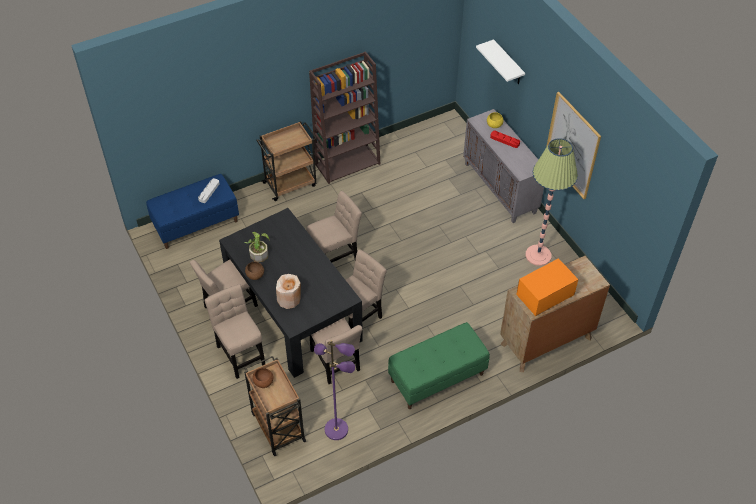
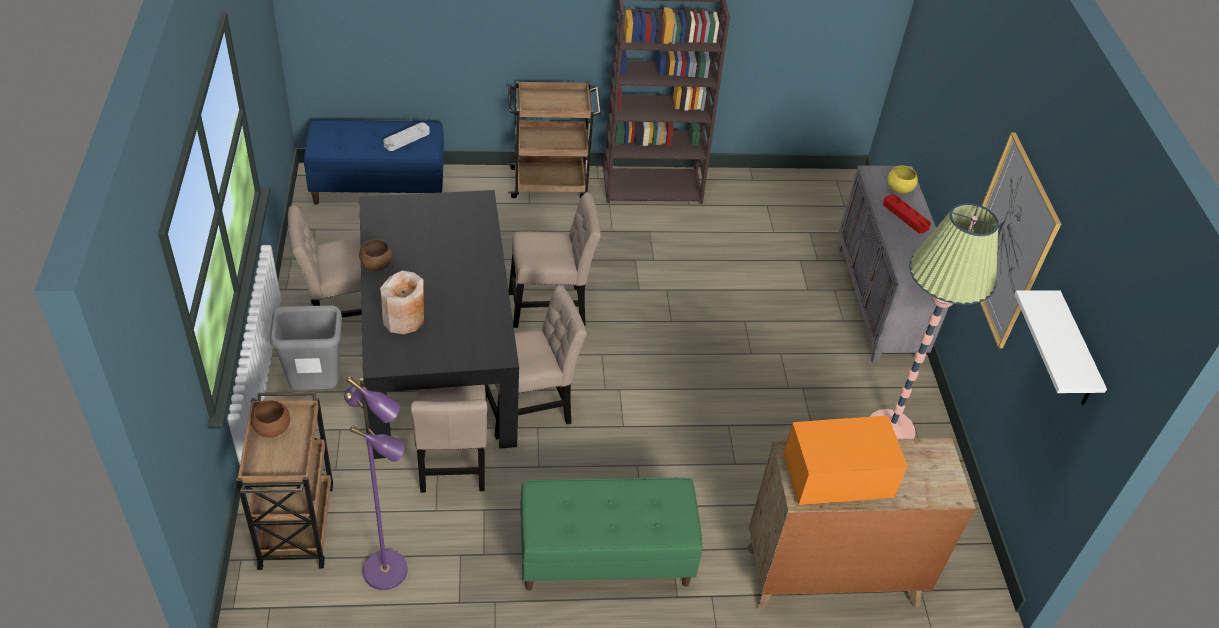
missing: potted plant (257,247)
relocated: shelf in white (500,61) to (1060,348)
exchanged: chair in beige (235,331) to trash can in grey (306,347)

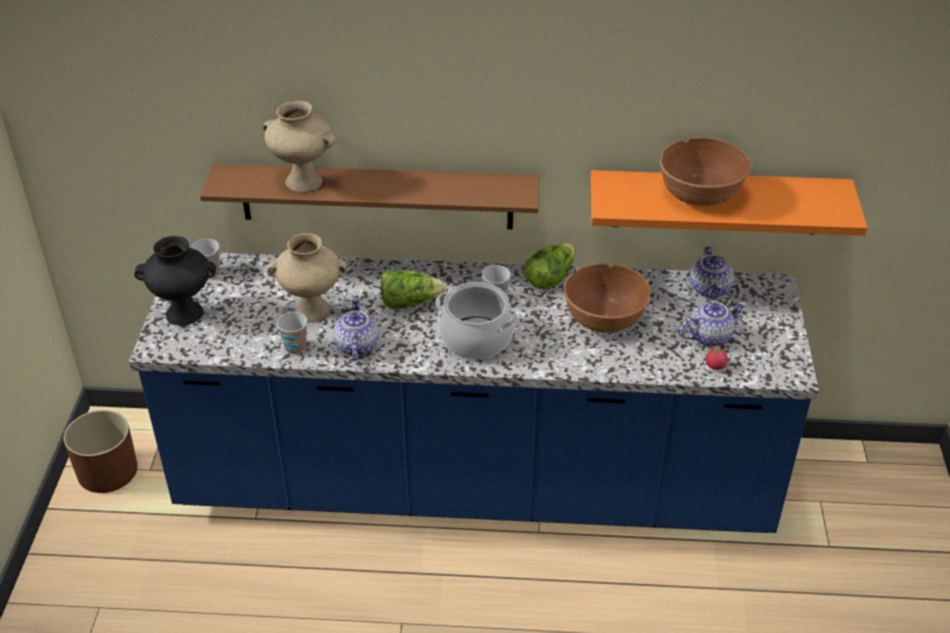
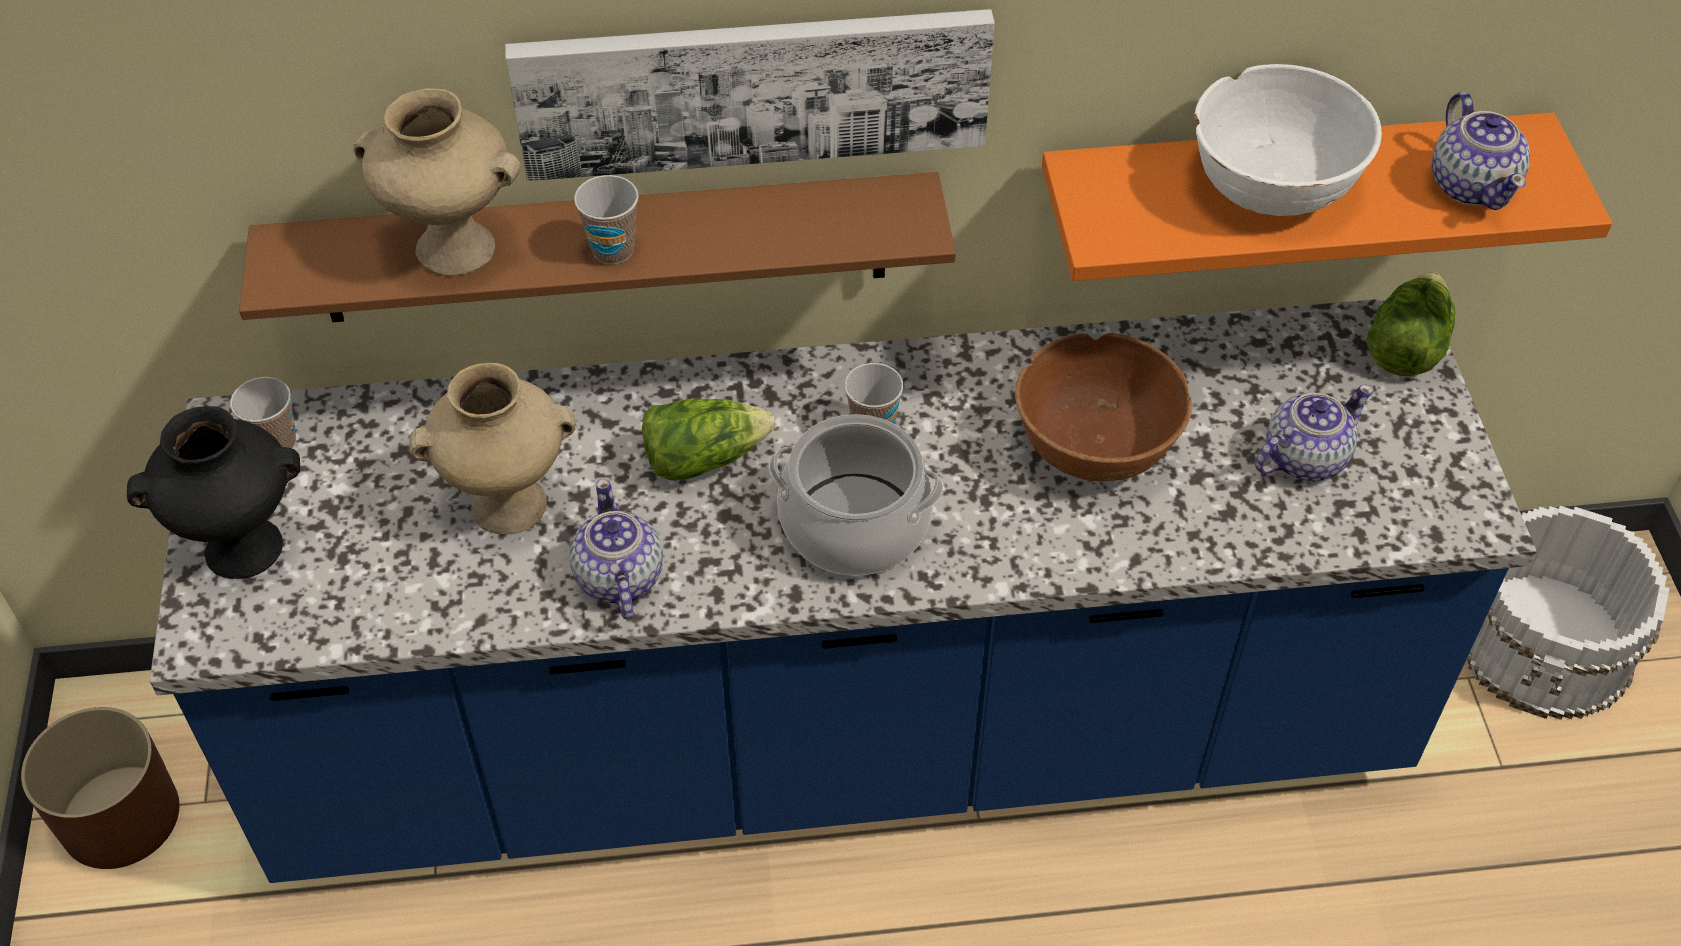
missing: tomato (716,358)
appeared: picture (750,95); bucket in white (1567,613)
relocated: cup (292,333) to (606,219); lettuce (549,266) to (1410,324); teapot (712,273) to (1481,151)
colour: bowl in brown (705,171) to bowl in white (1288,140)

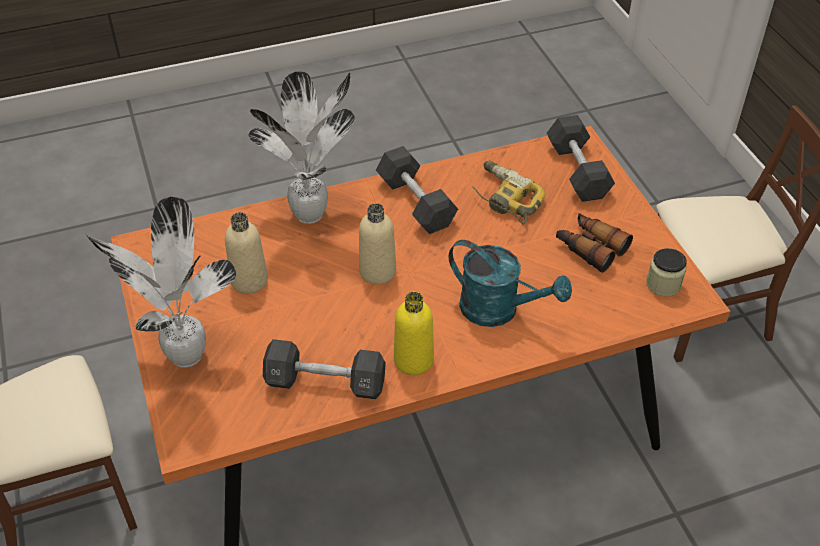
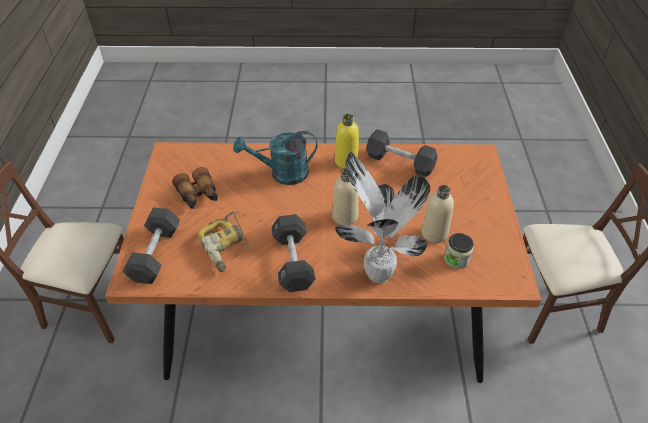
missing: potted plant (160,282)
relocated: jar (666,272) to (459,251)
spun: watering can in turquoise (510,283) = (275,158) 60 degrees counterclockwise

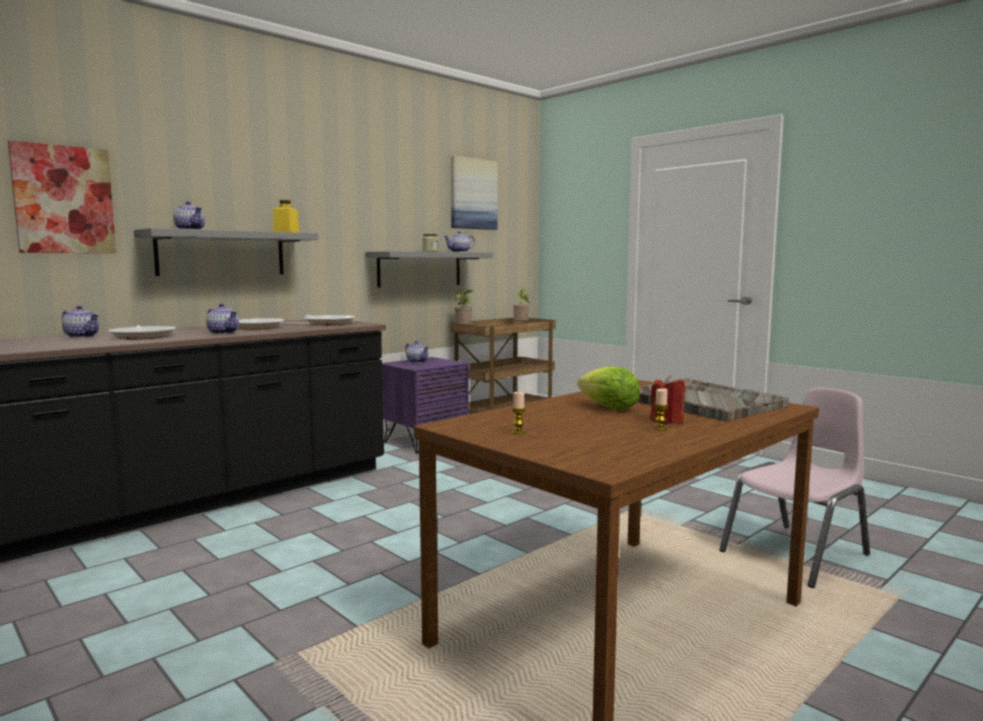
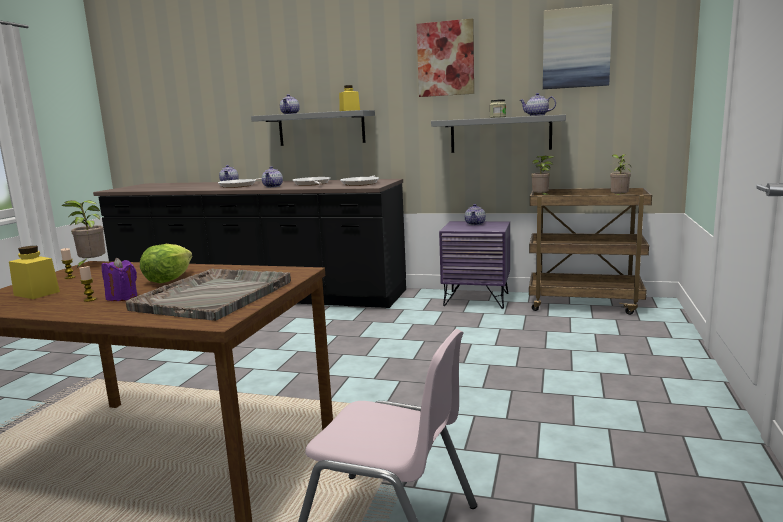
appeared: jar in yellow (34,272); potted plant (84,234)
relocated: picture (62,196) to (445,57)
colour: candle in red (668,399) to candle in purple (119,279)

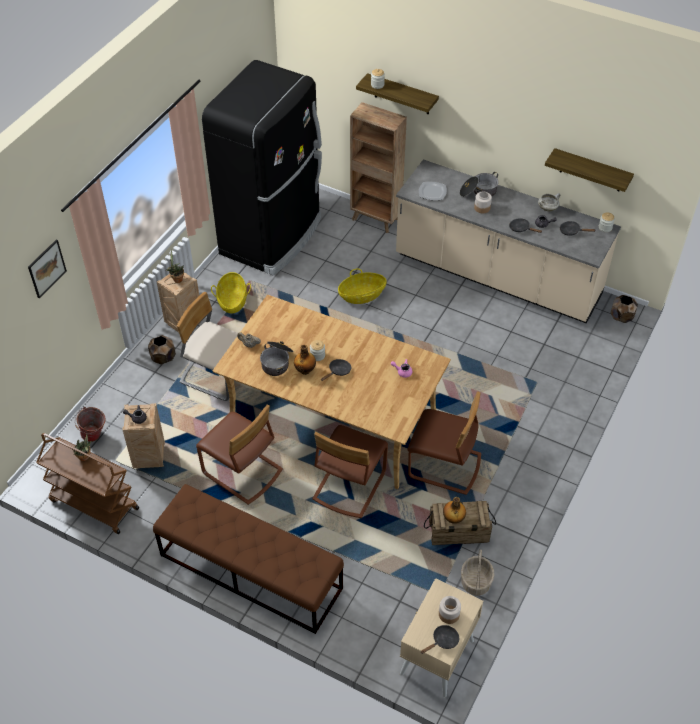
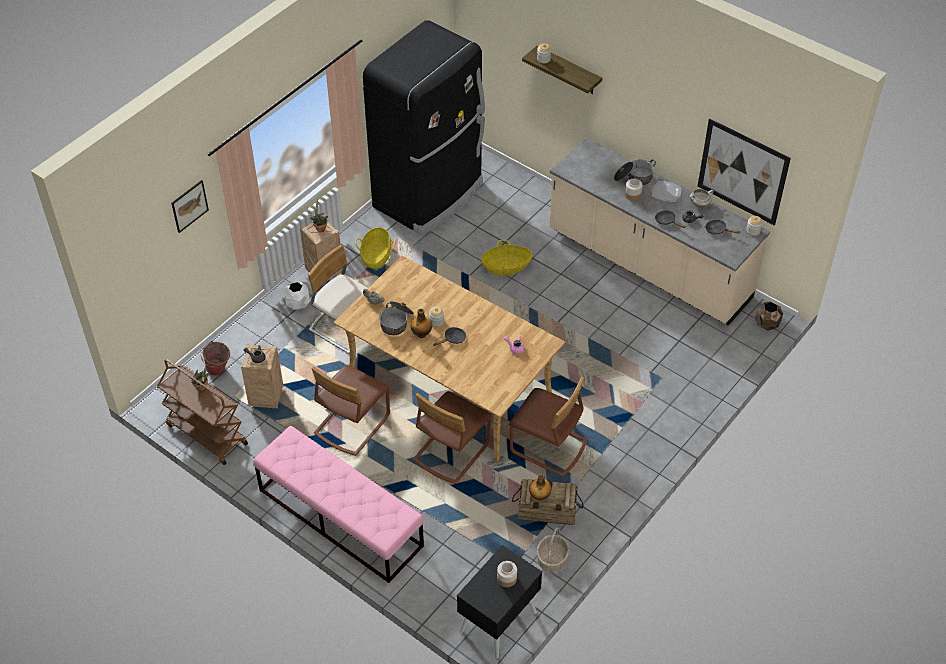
missing: bookcase in brown (378,167); frying pan in black (440,639)
relocated: plate (433,191) to (666,191)
exchanged: shelf (589,170) to picture (744,172)
colour: planter in brown (162,349) to planter in white (297,295); bench in brown (248,559) to bench in pink (338,504); nightstand in beige (441,637) to nightstand in black (499,602)
spun: chair in brown (239,454) = (350,410) 75 degrees clockwise

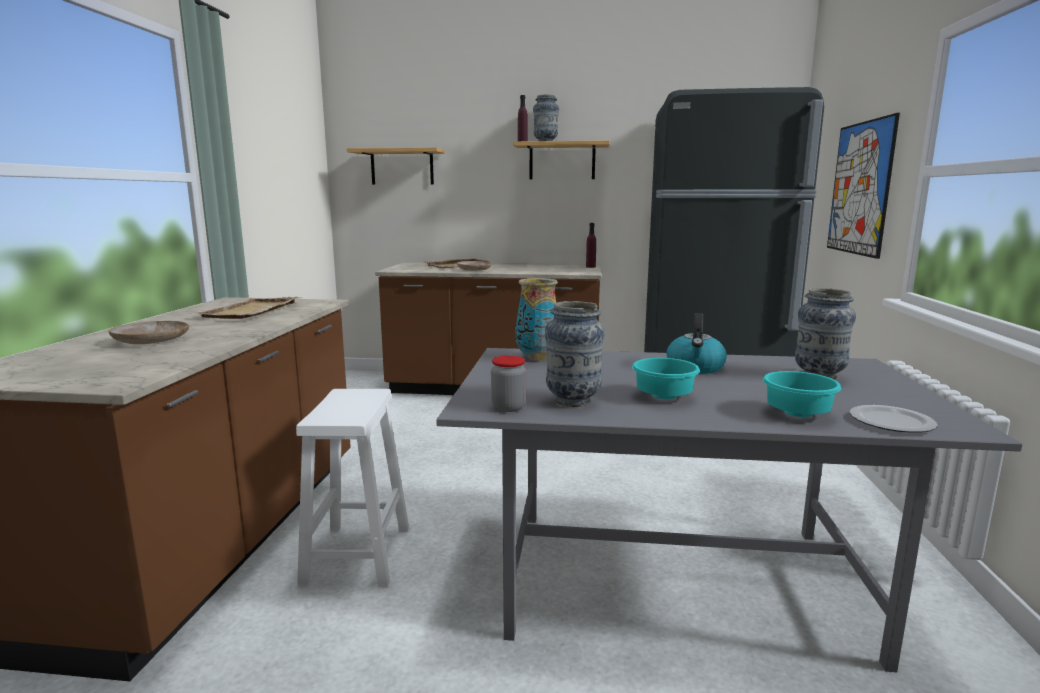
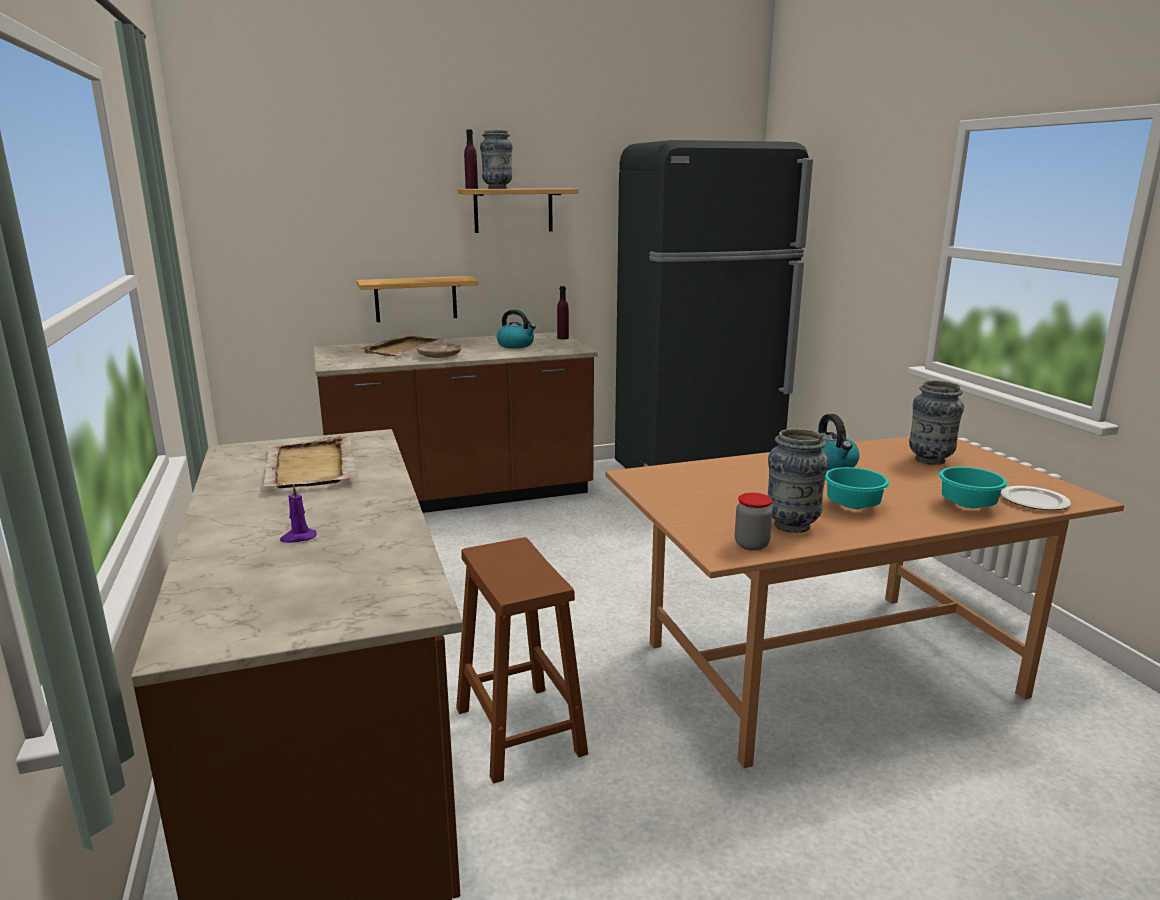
missing: vase (536,319); picture (863,186)
appeared: kettle (516,328)
relocated: shelf (396,166) to (417,299)
exchanged: plate in beige (148,332) to candle in purple (298,513)
colour: stool in white (352,488) to stool in brown (522,660); dining table in grey (729,510) to dining table in brown (864,602)

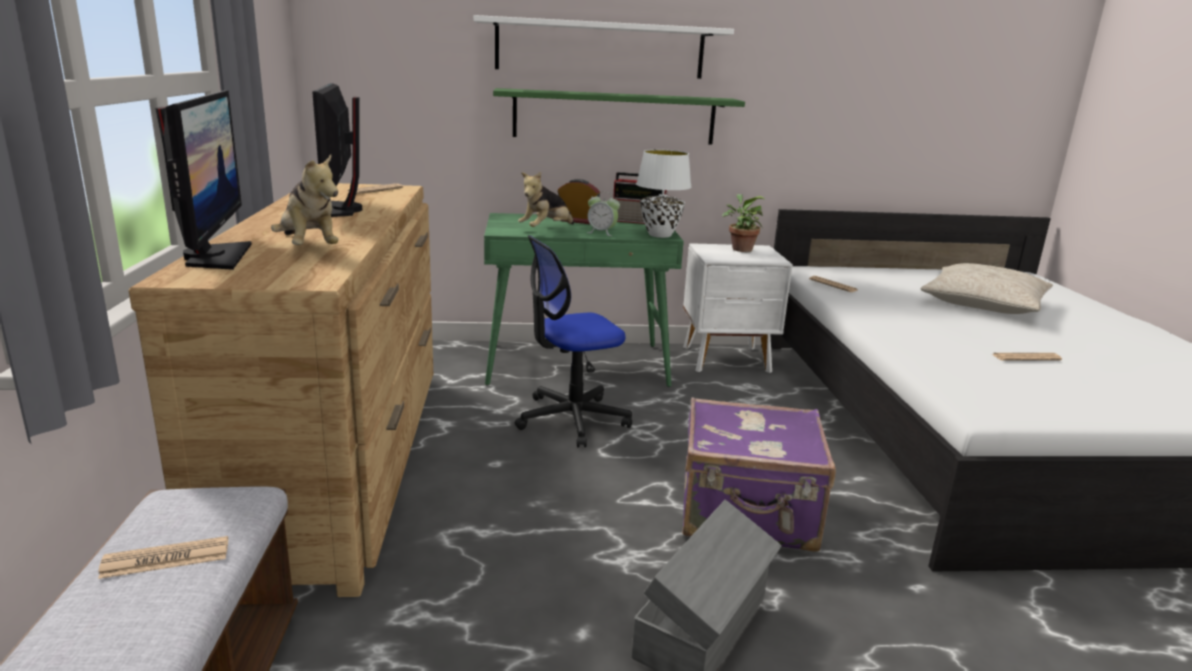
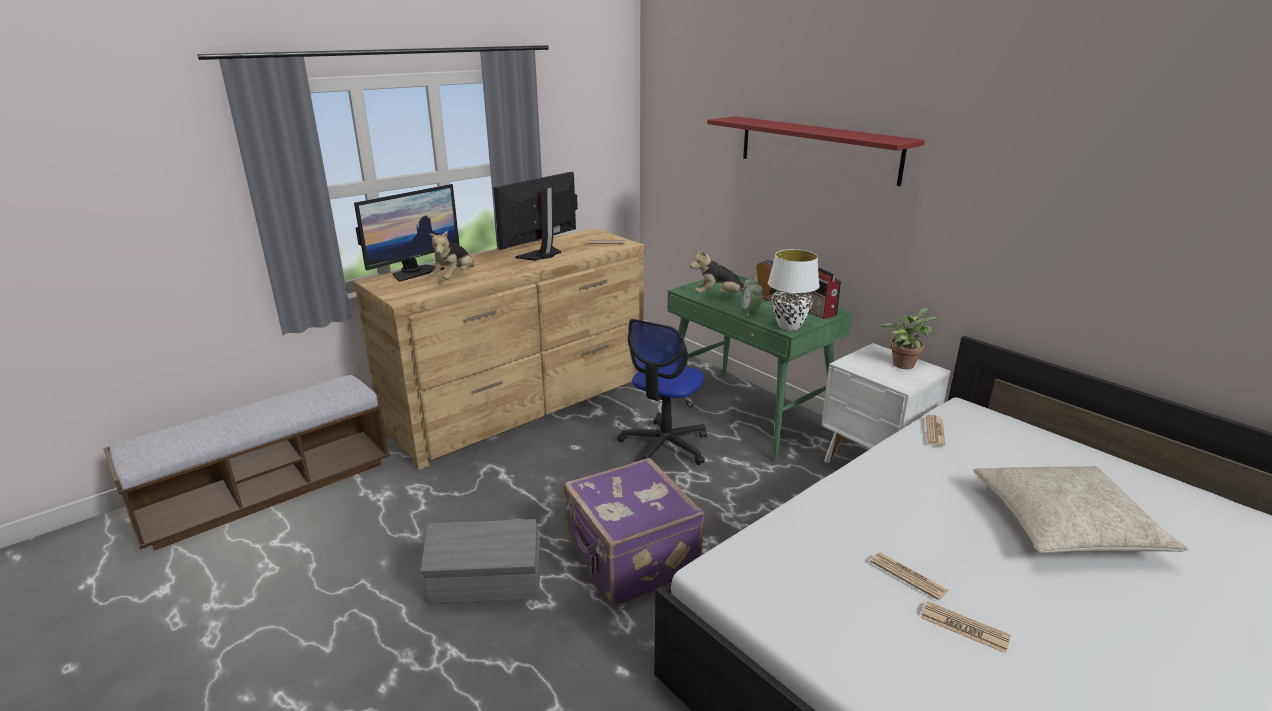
missing: shelf in green (619,116)
relocated: newspaper (163,557) to (966,627)
colour: shelf in white (603,47) to shelf in red (816,151)
spun: office chair (573,341) = (662,392) 90 degrees counterclockwise

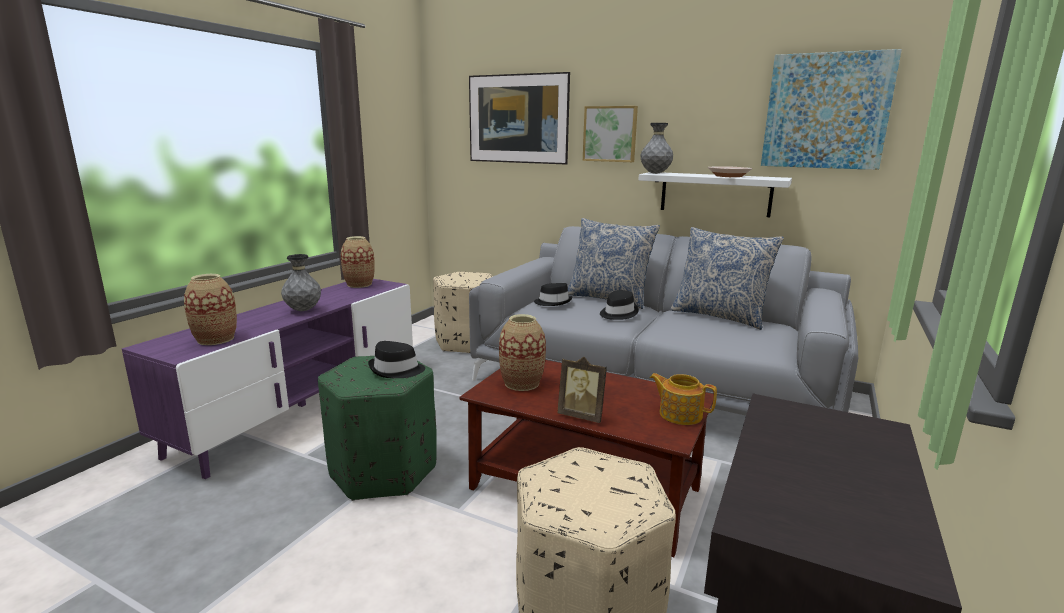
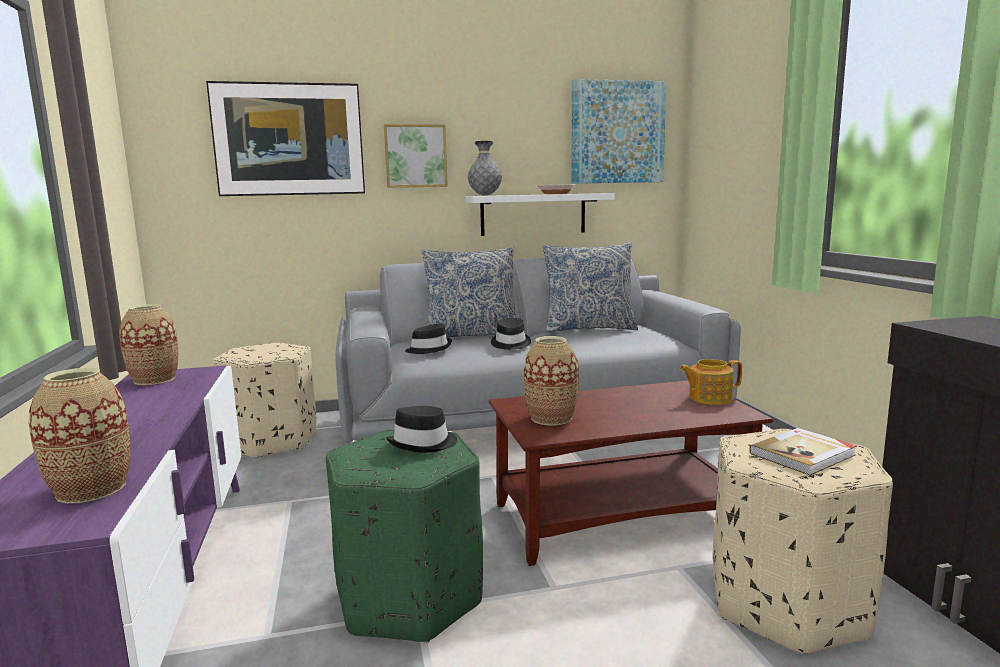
missing: vase in grey (301,282); picture frame (582,390)
appeared: book (803,451)

